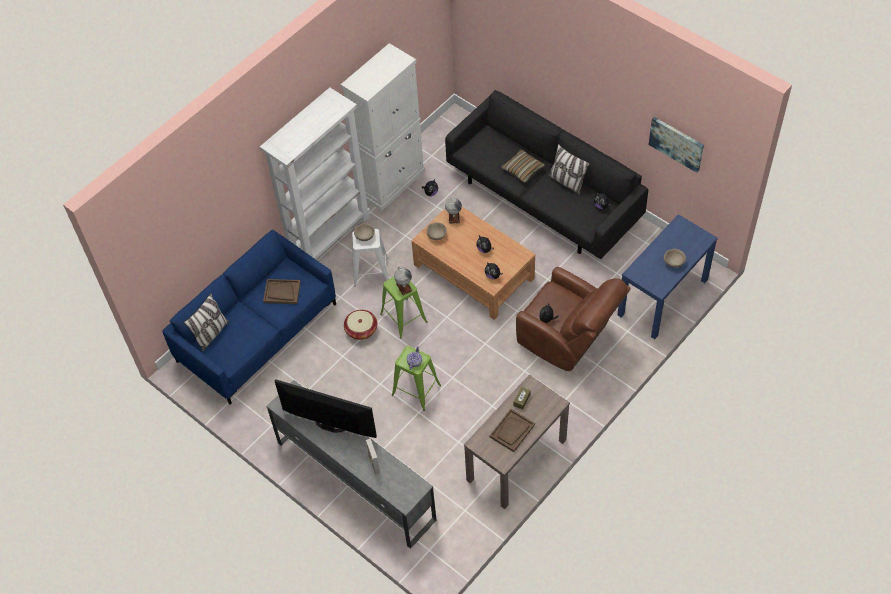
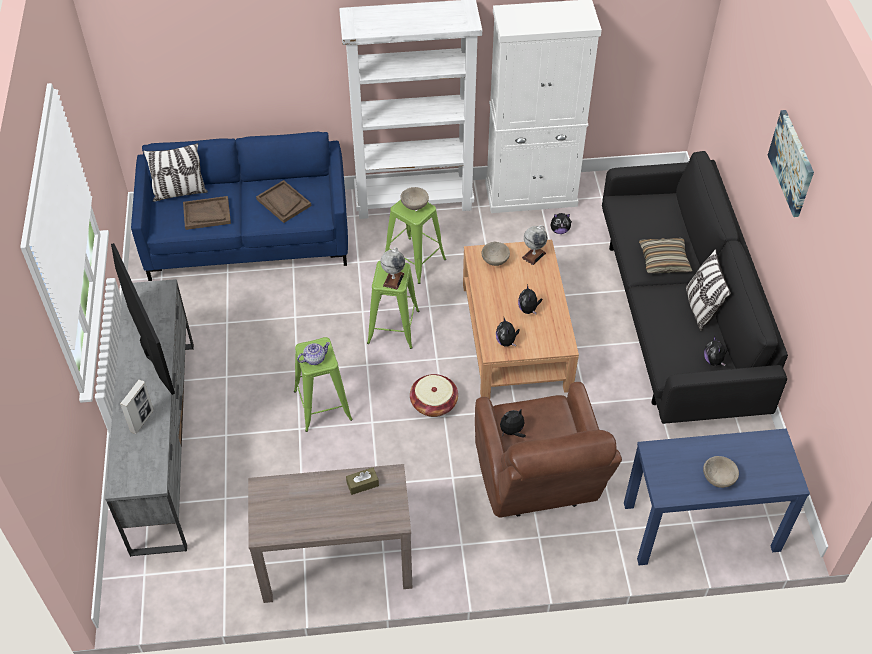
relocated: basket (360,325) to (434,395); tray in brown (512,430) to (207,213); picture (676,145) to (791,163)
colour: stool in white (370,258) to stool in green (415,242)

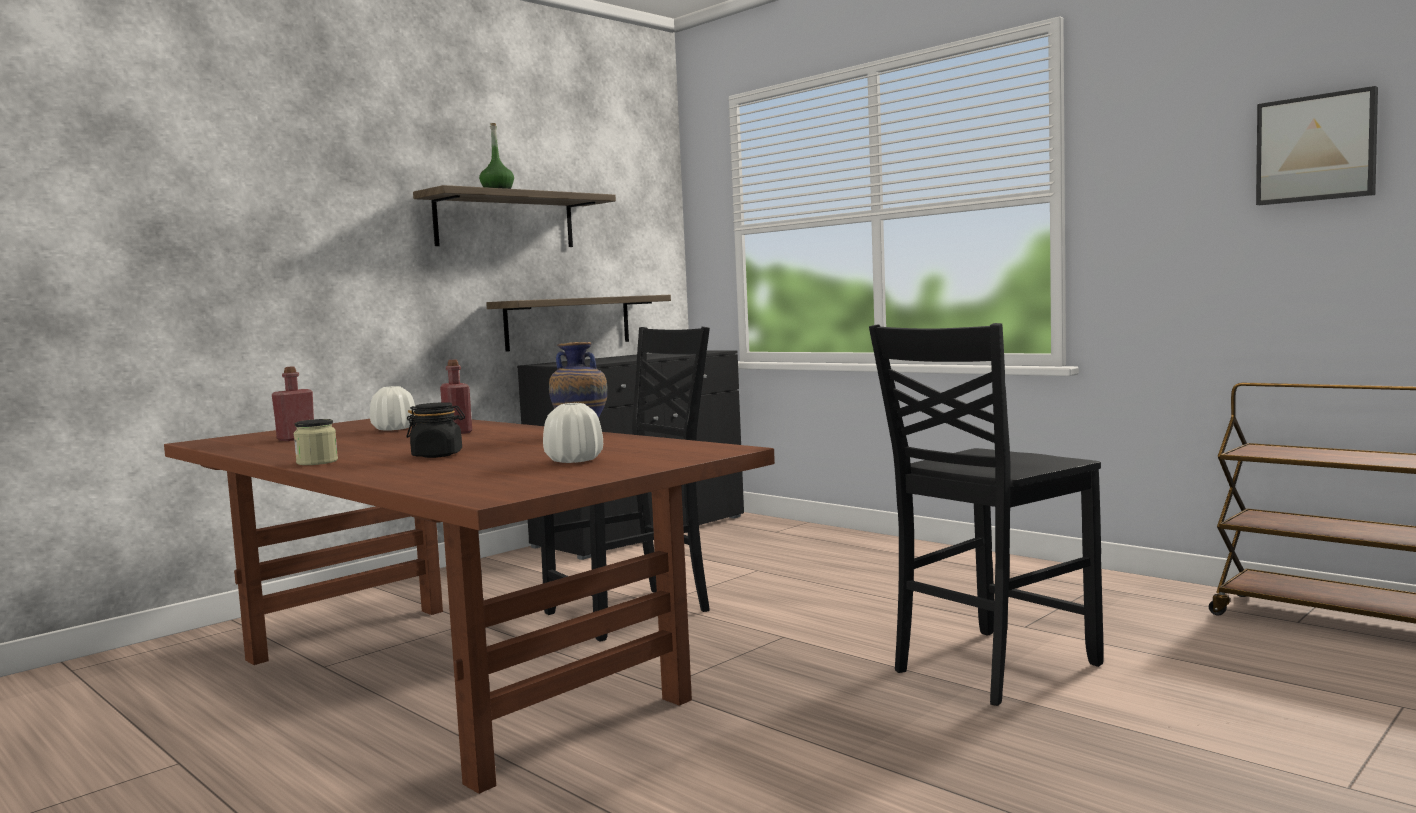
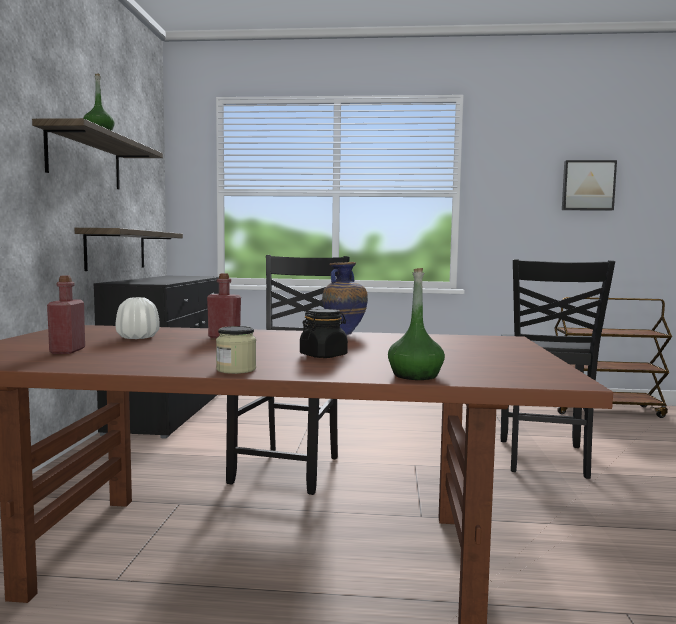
missing: vase in white (573,433)
appeared: bottle in green (416,324)

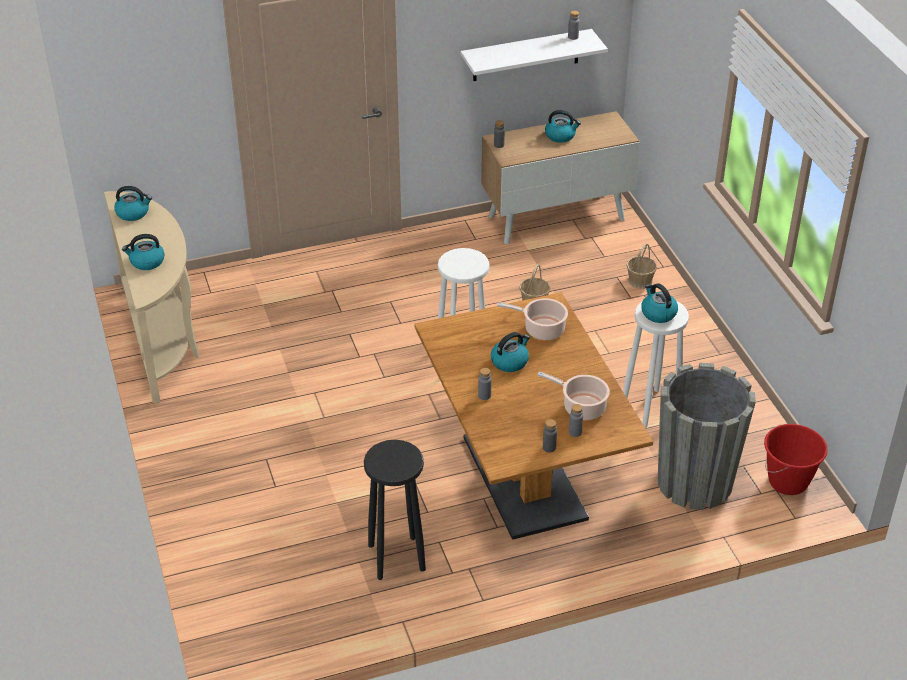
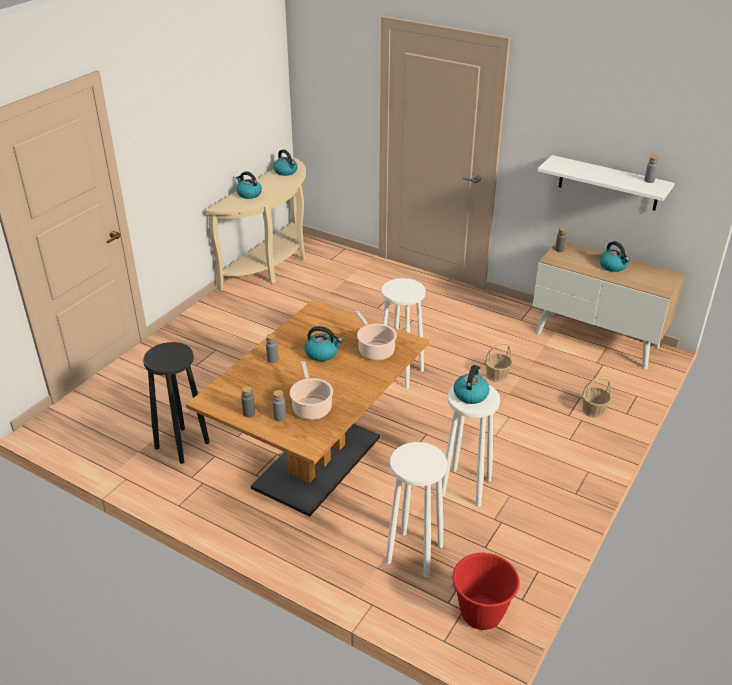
exchanged: planter in grey (707,436) to stool in white (416,510)

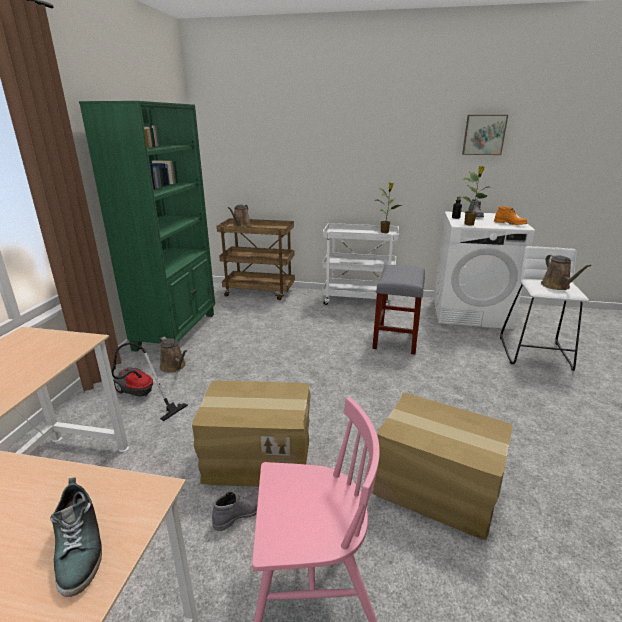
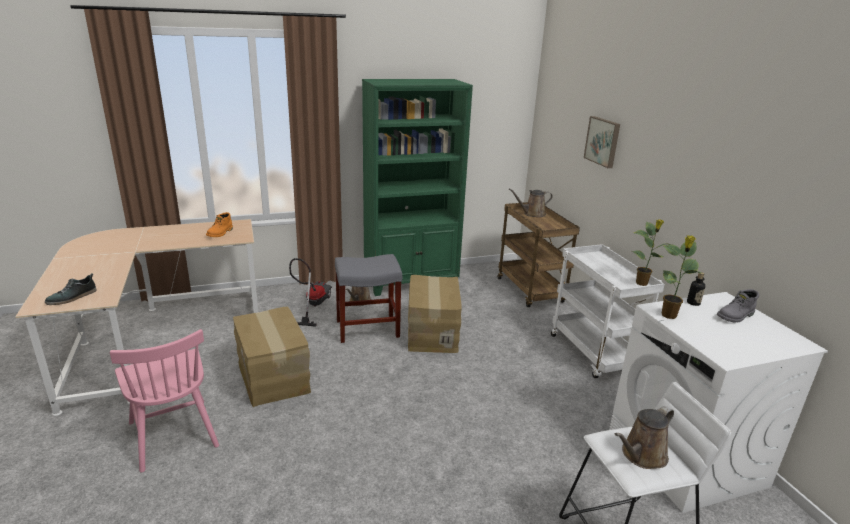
missing: boot in grey (235,511)
relocated: stool in grey (398,309) to (368,298); cardboard box (442,466) to (435,314); picture (485,135) to (602,142); boot in orange (510,215) to (219,224)

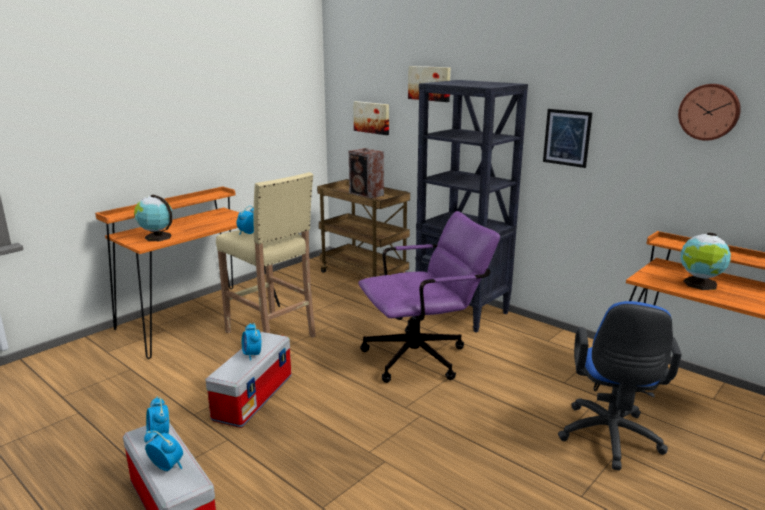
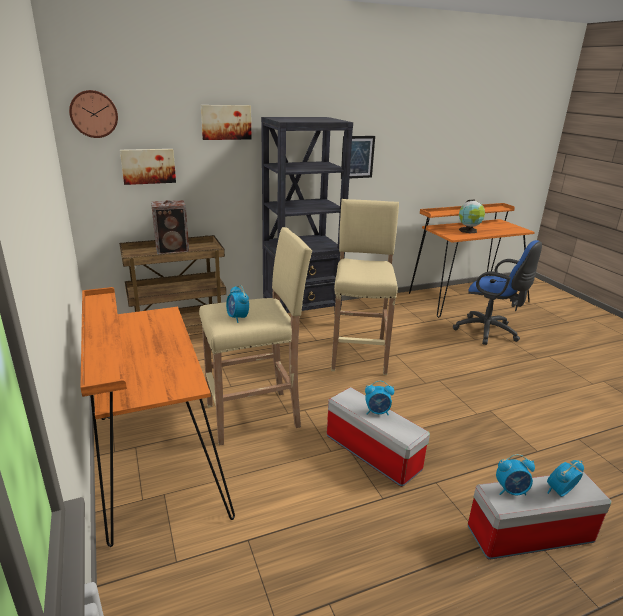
missing: globe (153,218)
relocated: wall clock (709,112) to (93,114)
exchanged: office chair in purple (429,297) to stool in beige (365,287)

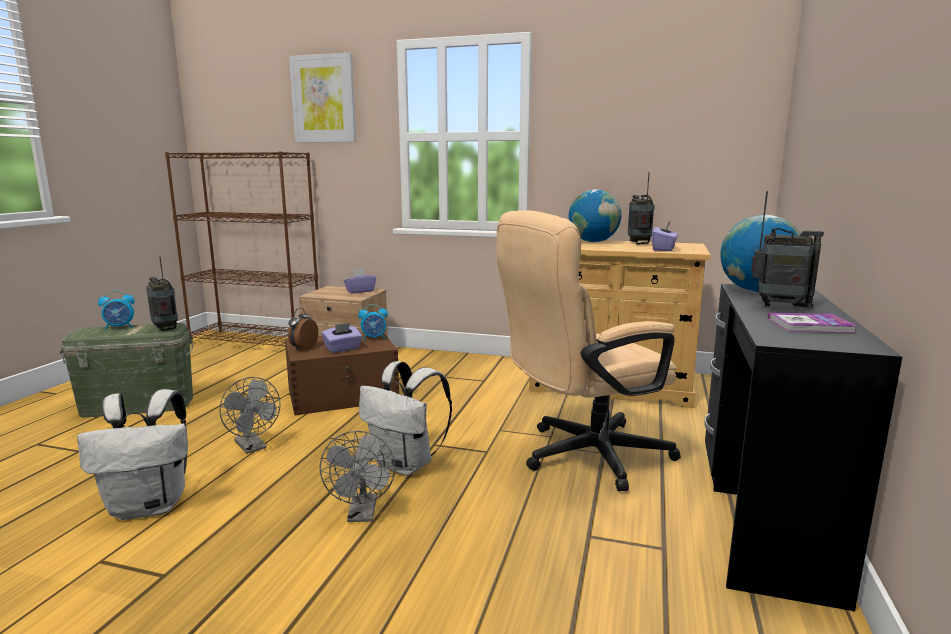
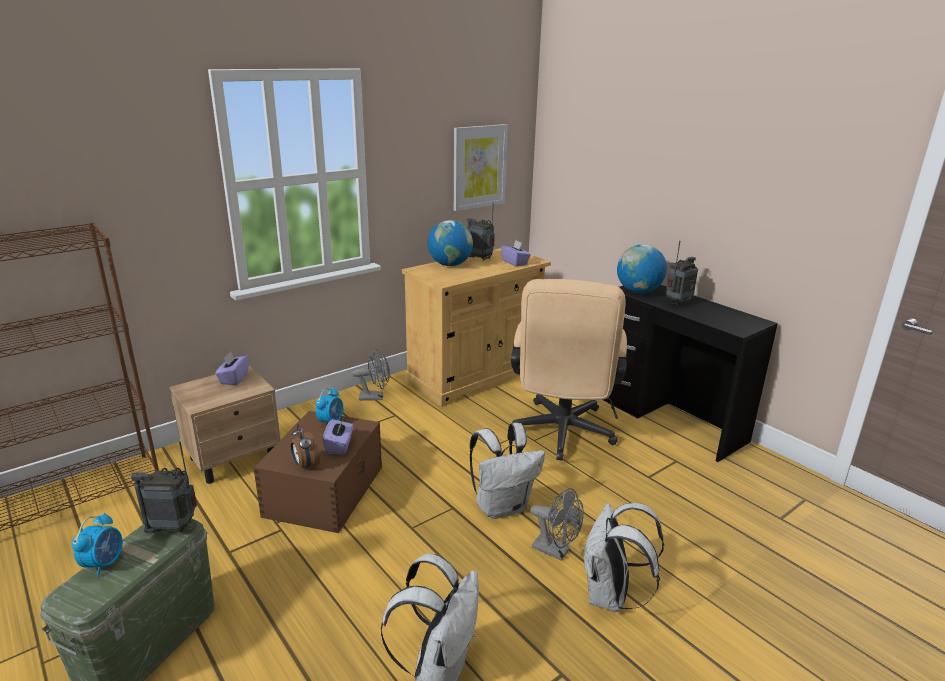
missing: book (812,323)
appeared: backpack in white (623,557)
relocated: fan in grey (249,415) to (371,375); picture (322,98) to (481,167)

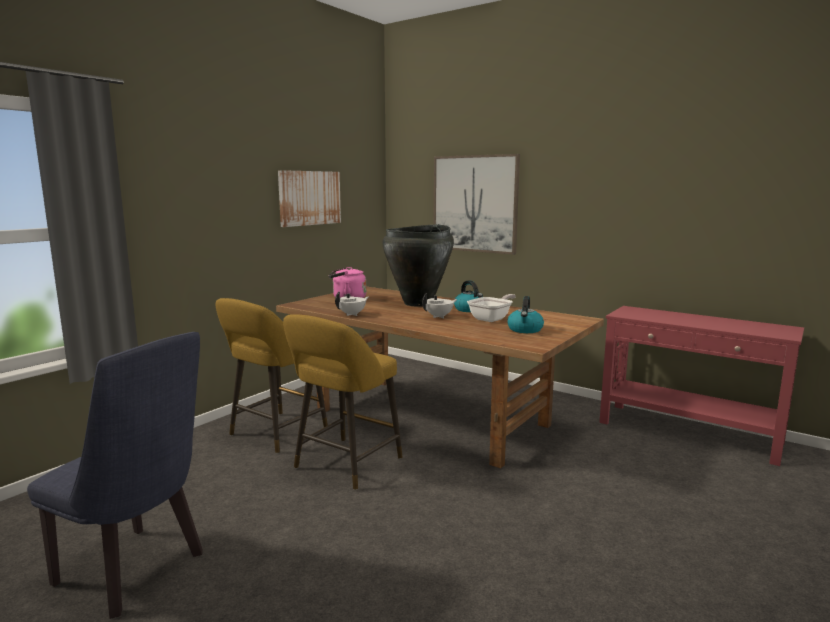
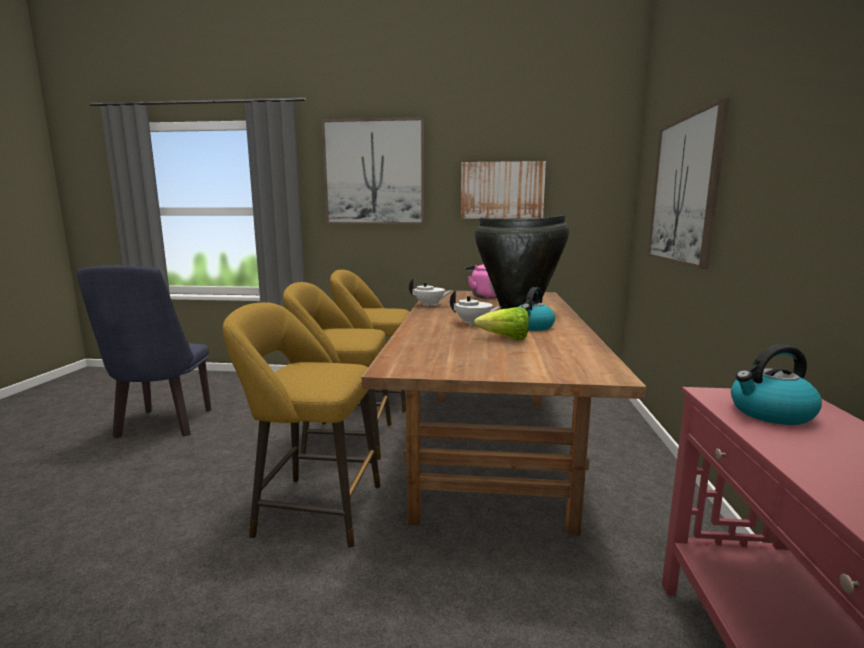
appeared: stool in yellow (301,425); picture (372,170)
relocated: kettle (525,314) to (776,385)
exchanged: frying pan (491,308) to lettuce (501,323)

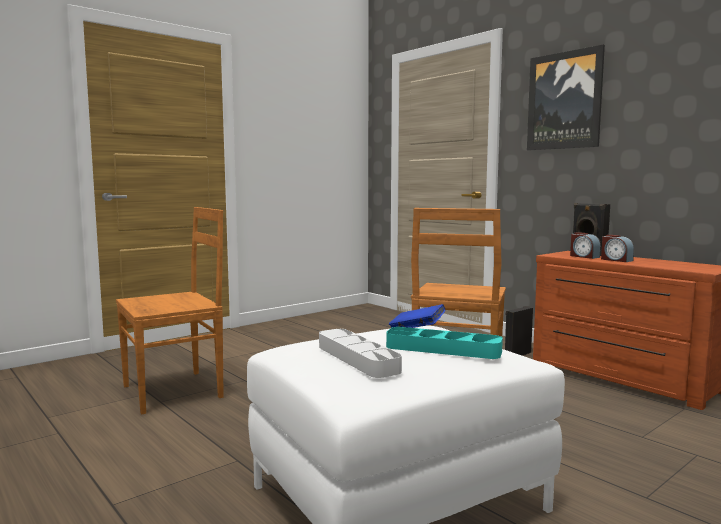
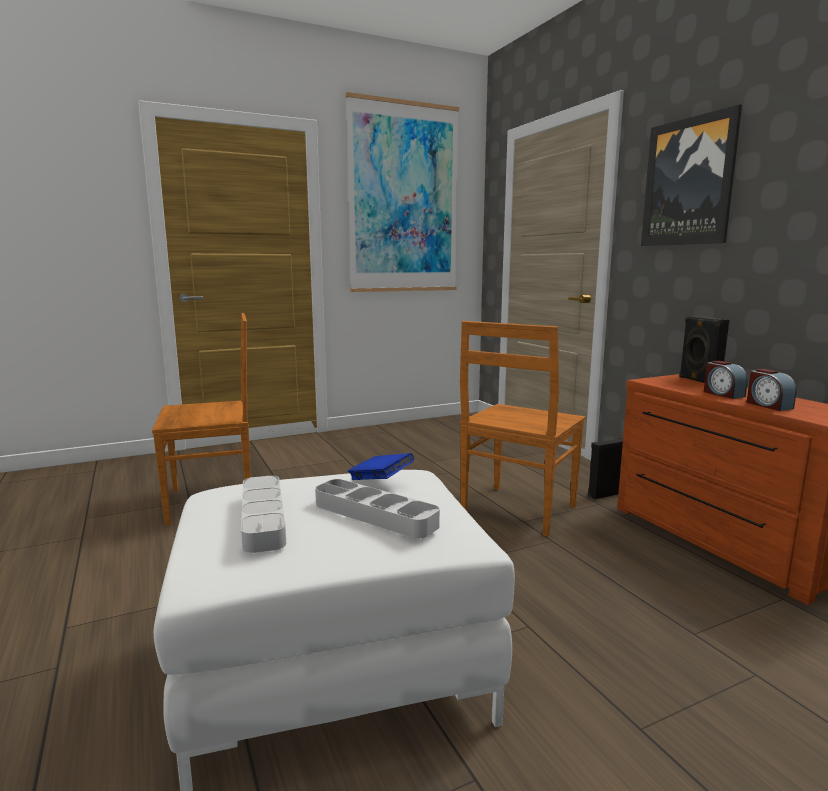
appeared: picture (402,192)
relocated: alarm clock (585,245) to (772,390)
colour: tray in turquoise (444,343) to tray in grey (377,508)

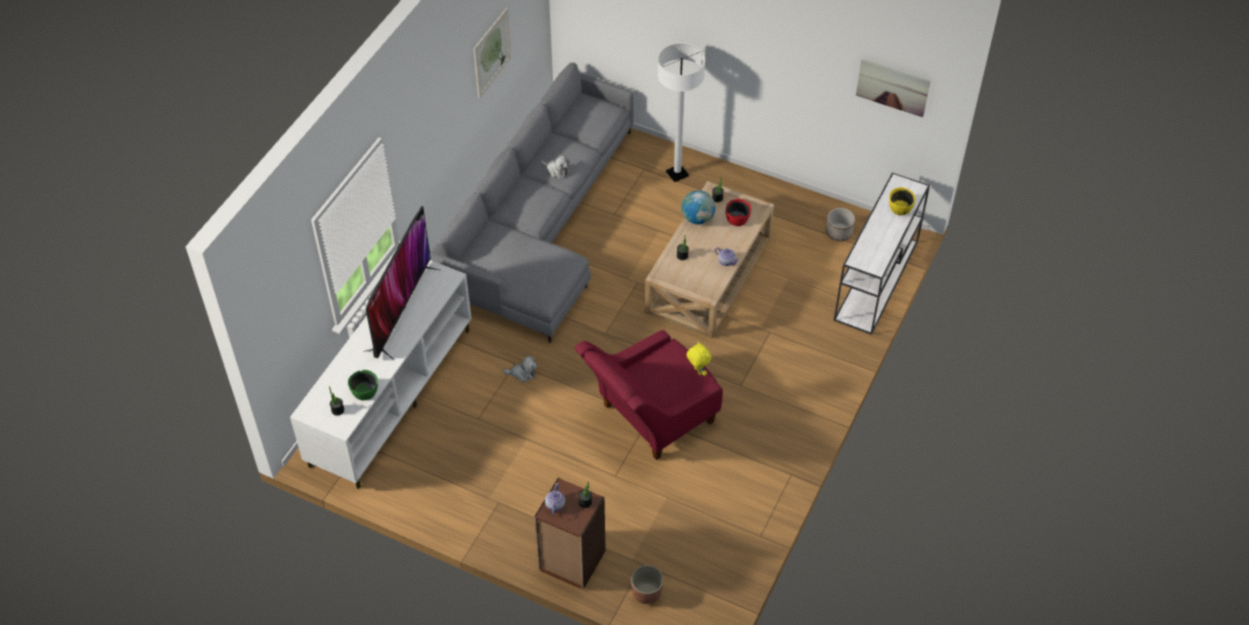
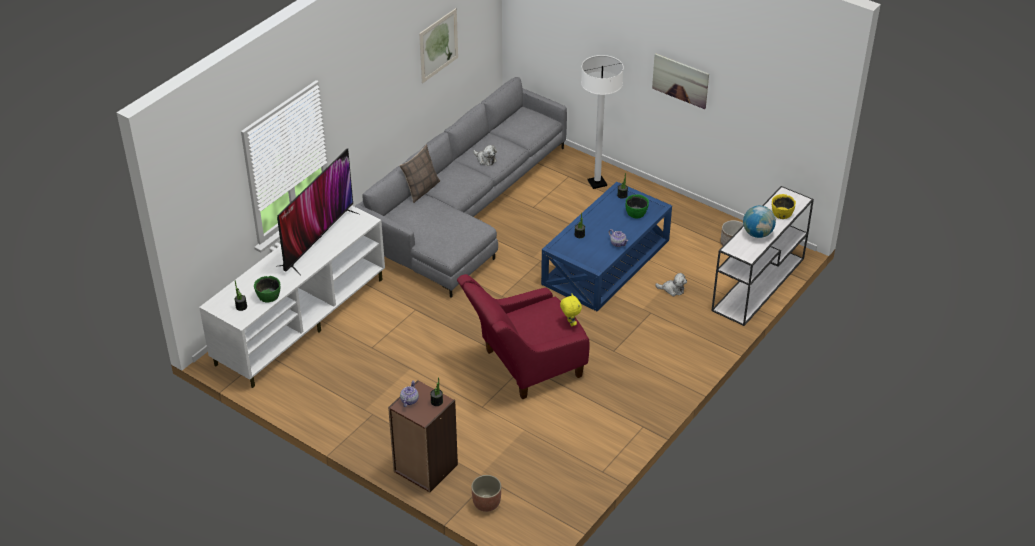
appeared: pillow (420,173)
relocated: plush toy (519,369) to (671,284); globe (698,207) to (759,222); picture (893,88) to (680,81)
colour: coffee table in beige (709,259) to coffee table in blue (606,246); bowl in red (738,212) to bowl in green (637,206)

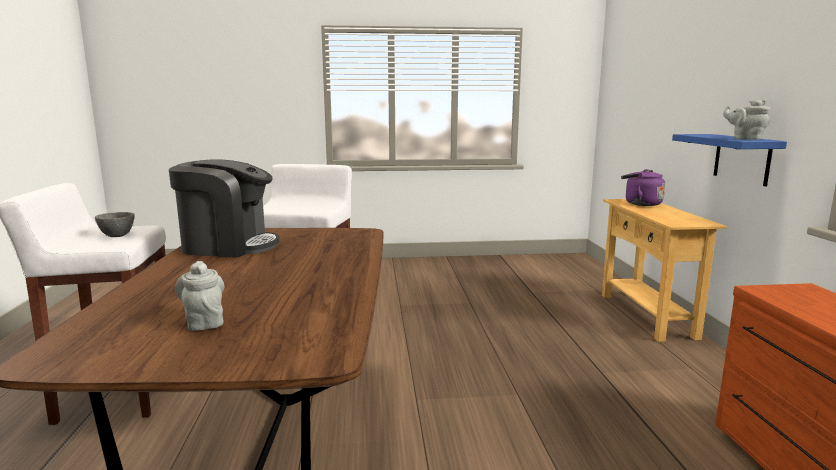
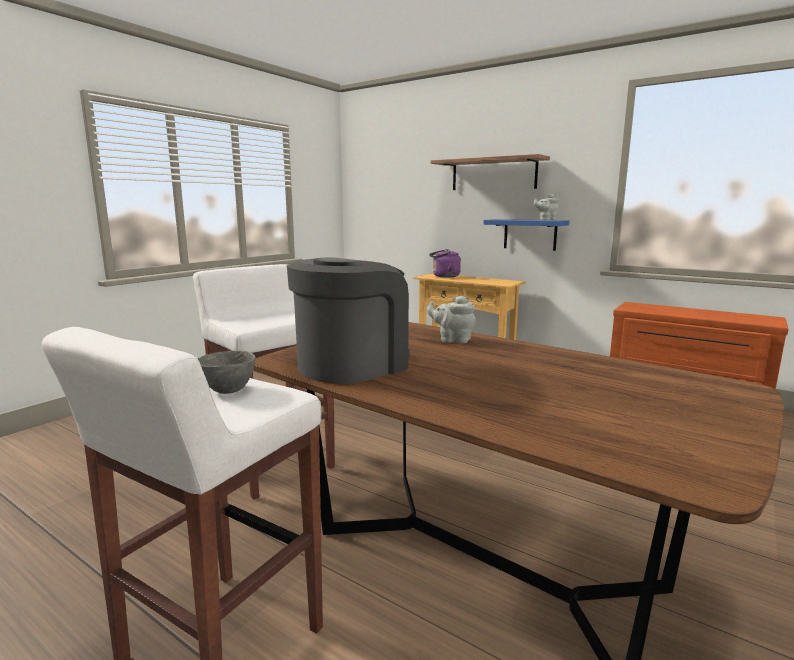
appeared: shelf (490,172)
relocated: teapot in grey (199,296) to (451,319)

